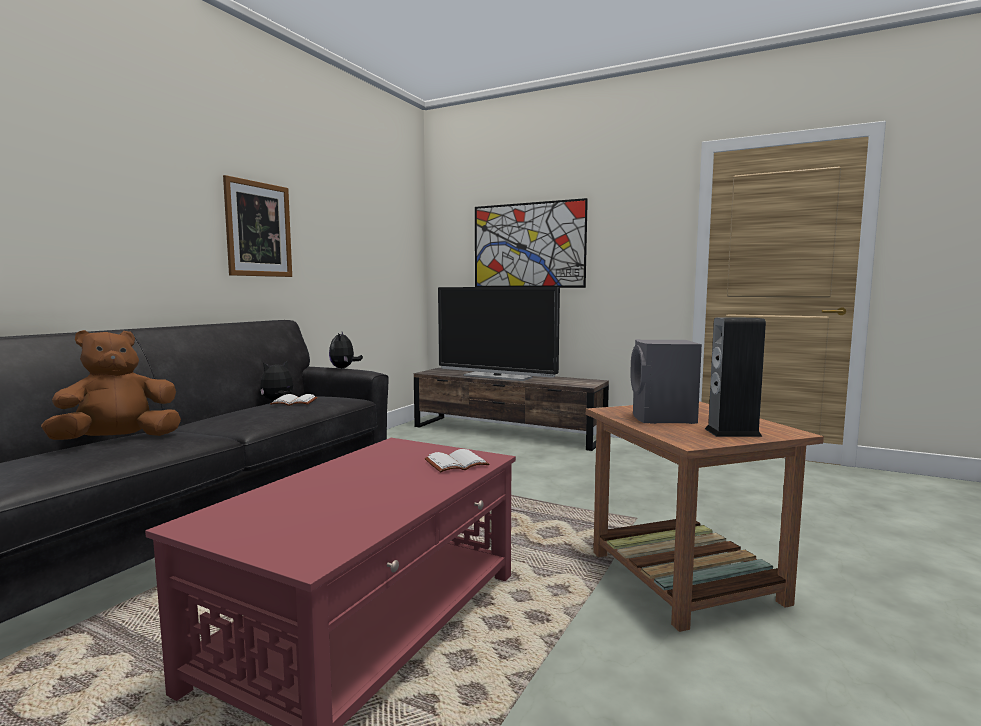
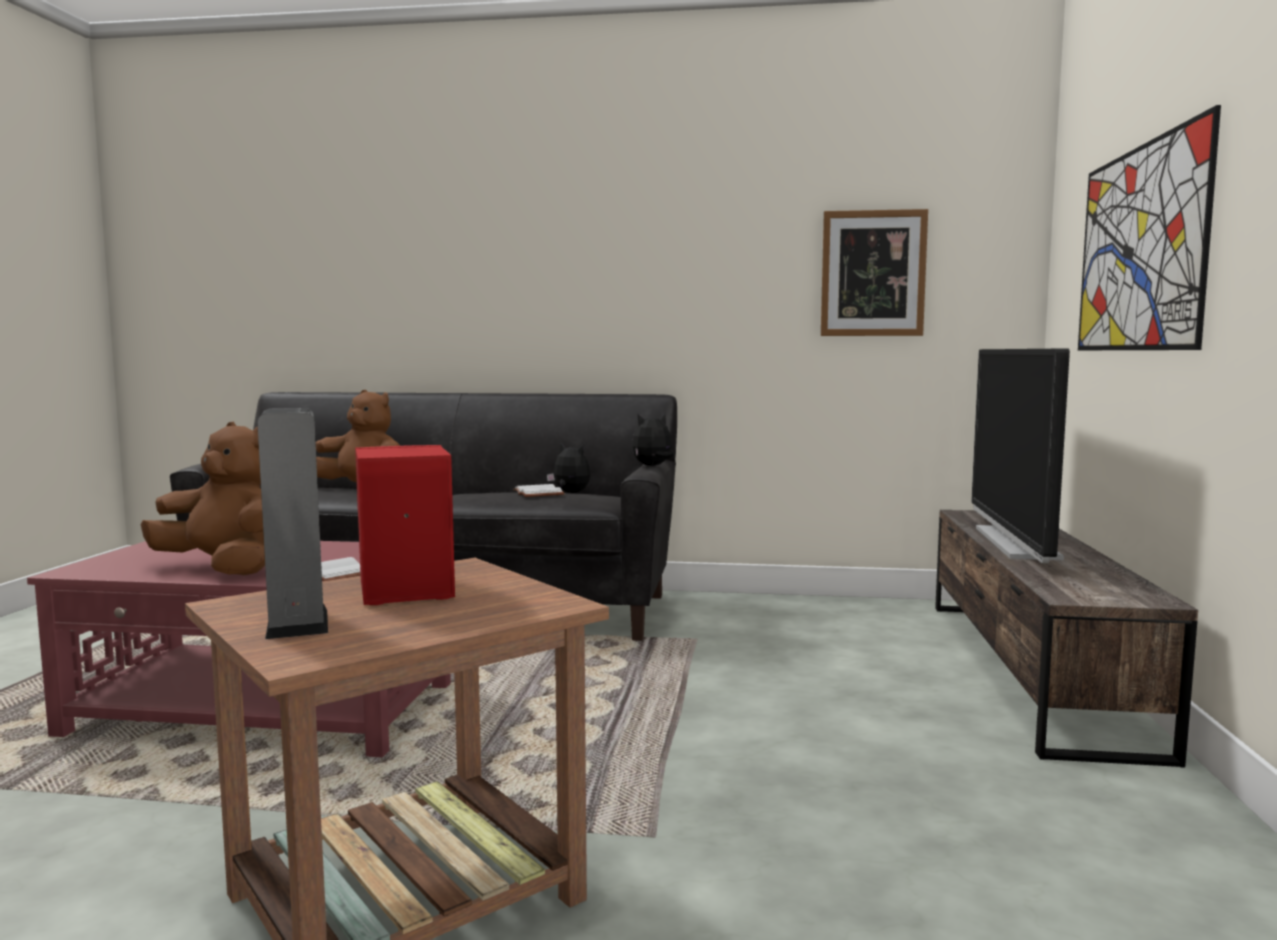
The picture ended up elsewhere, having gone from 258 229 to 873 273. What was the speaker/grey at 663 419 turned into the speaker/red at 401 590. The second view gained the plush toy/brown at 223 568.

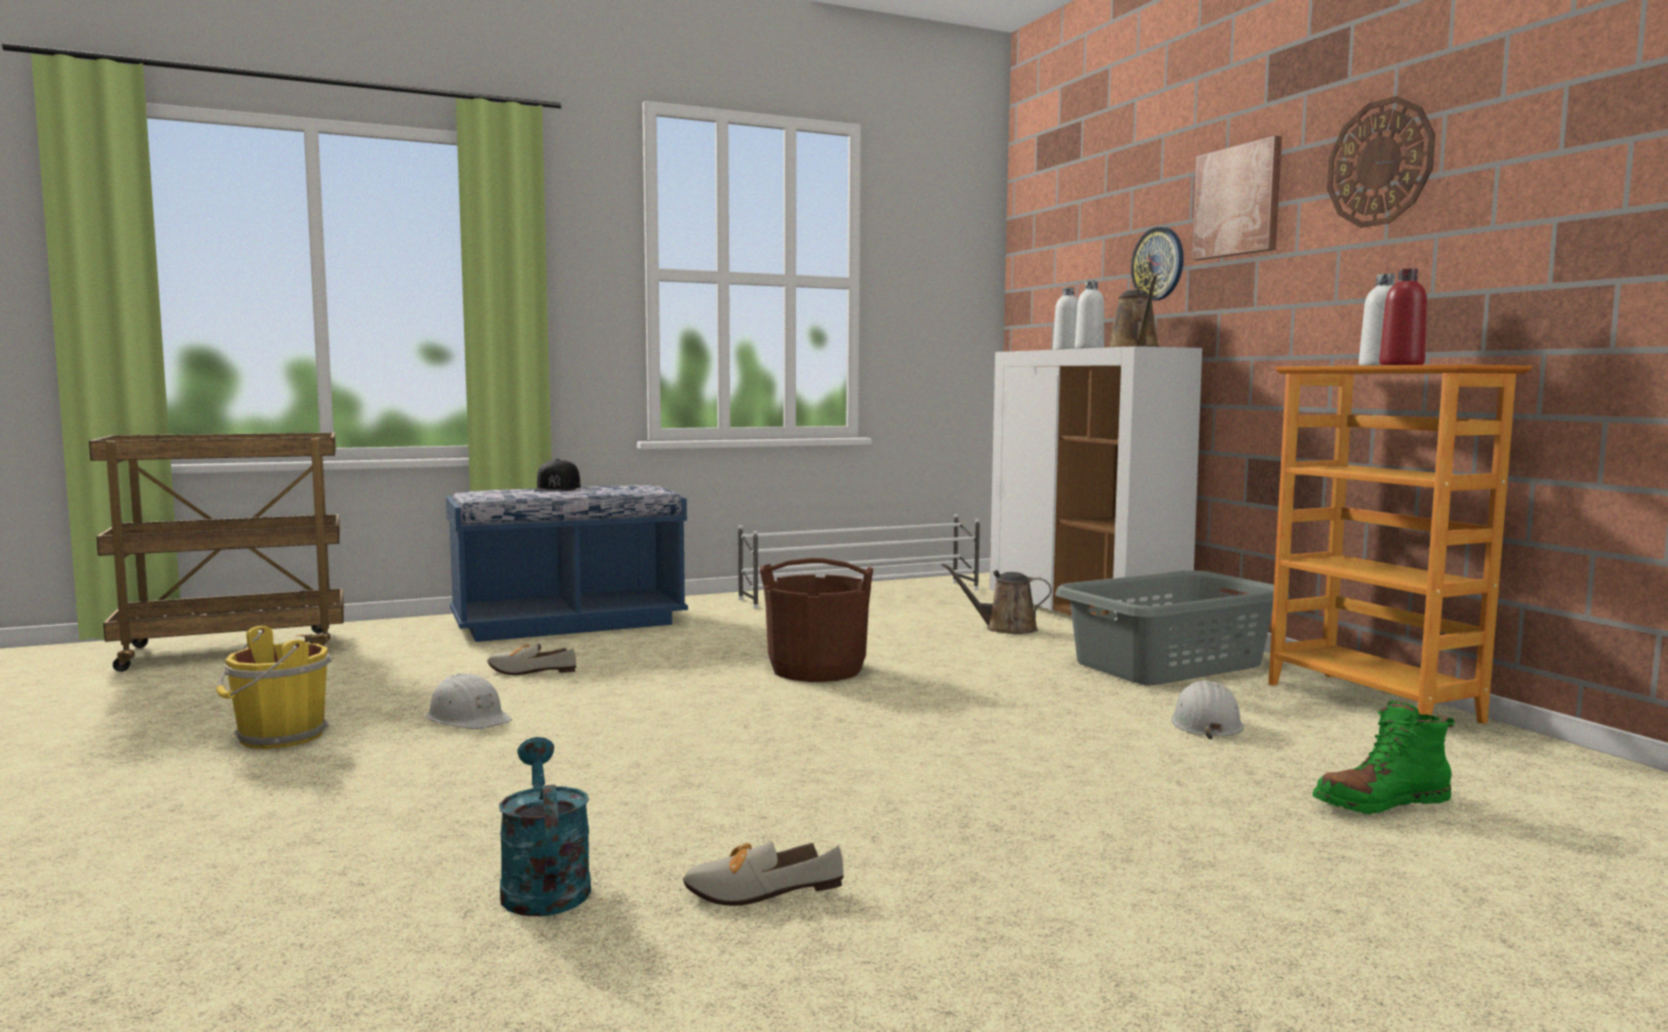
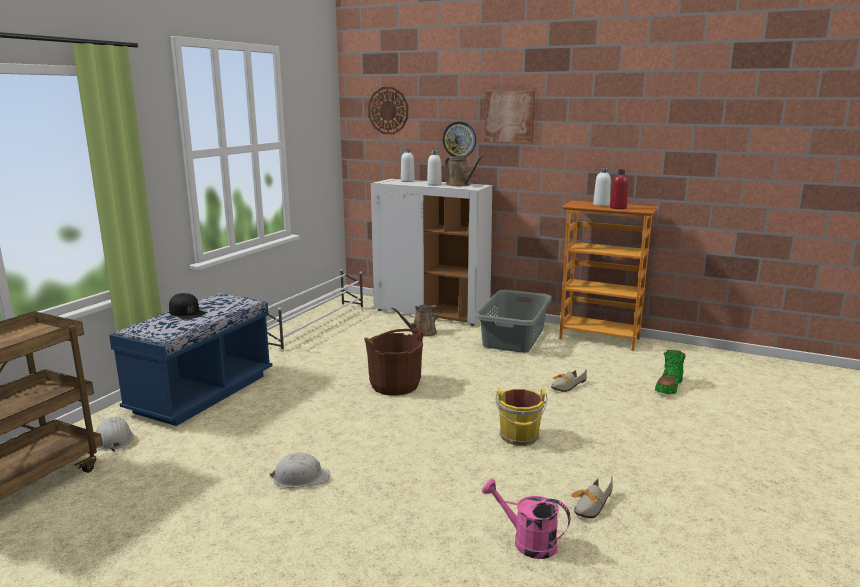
The wall clock ended up elsewhere, having gone from 1380 163 to 388 110. The bucket/yellow ended up elsewhere, having gone from 278 737 to 519 437. The shoe ended up elsewhere, having gone from 528 671 to 565 386. The hard hat/white ended up elsewhere, having gone from 1205 724 to 113 439. What was the watering can/turquoise at 543 885 turned into the watering can/pink at 527 542.

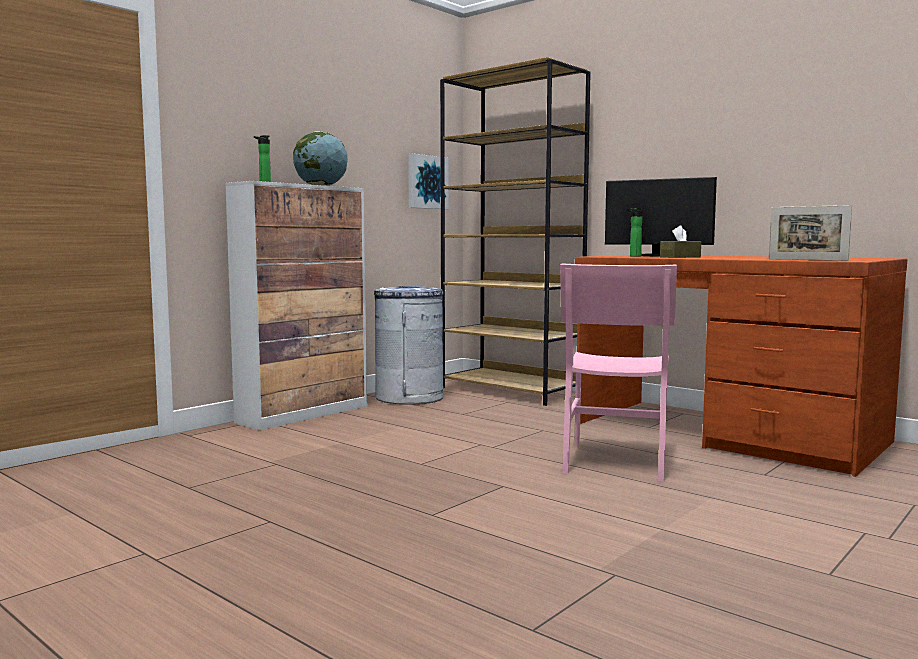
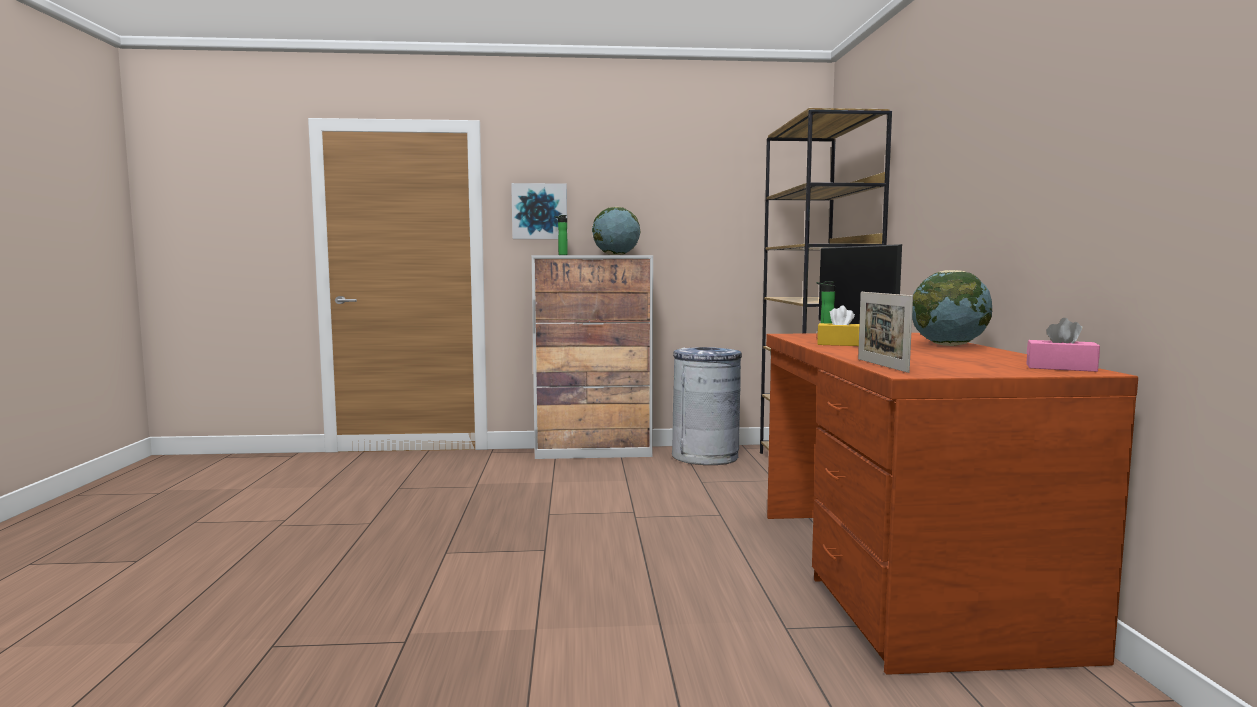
The picture ended up elsewhere, having gone from 426 182 to 539 211. What was the tissue box/brown at 680 257 turned into the tissue box/yellow at 841 344. The second view lost the chair/pink at 615 460. The second view gained the globe at 948 345. The second view gained the tissue box/pink at 1060 368.

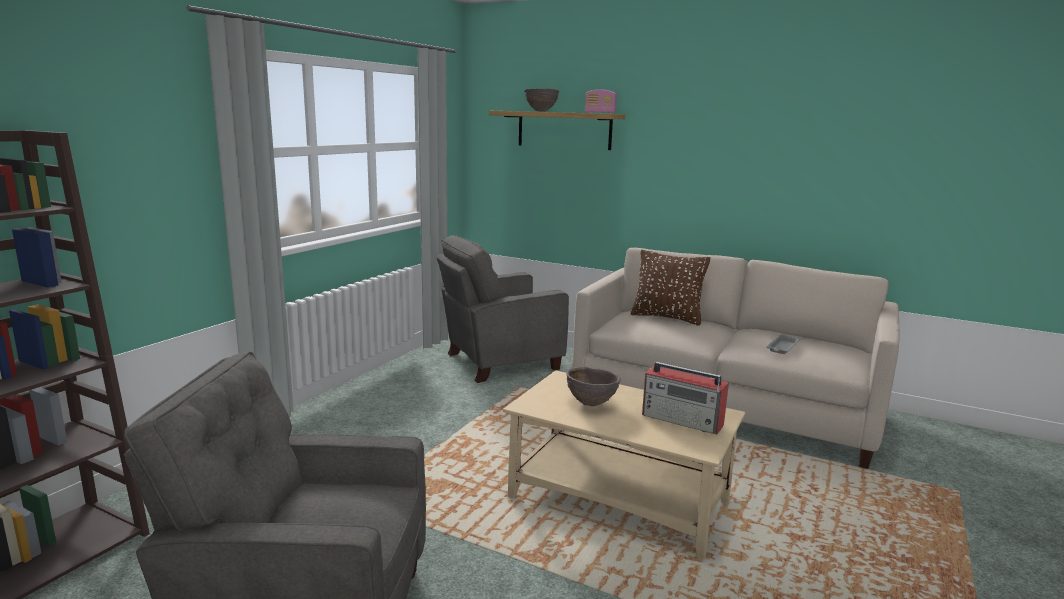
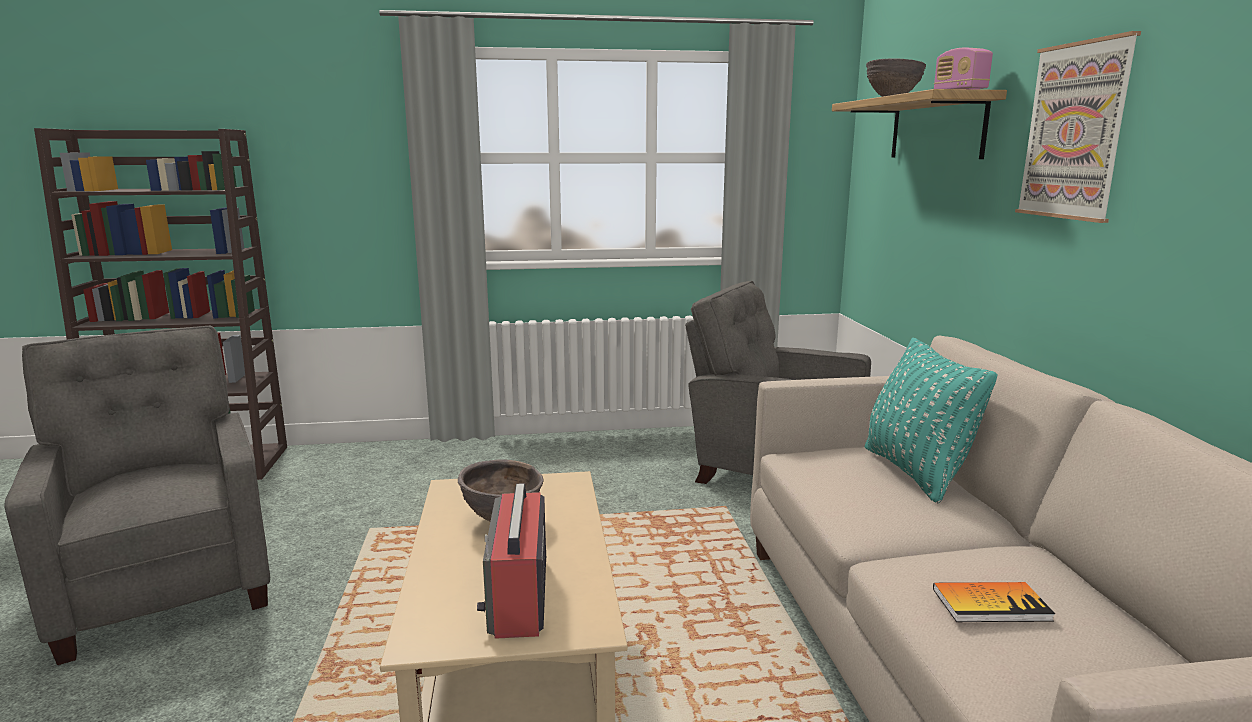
What was the pillow/brown at 667 317 turned into the pillow/turquoise at 915 472. Where the tray/grey stood at 782 347, the book came to stand at 991 604. The second view gained the picture at 1075 131.

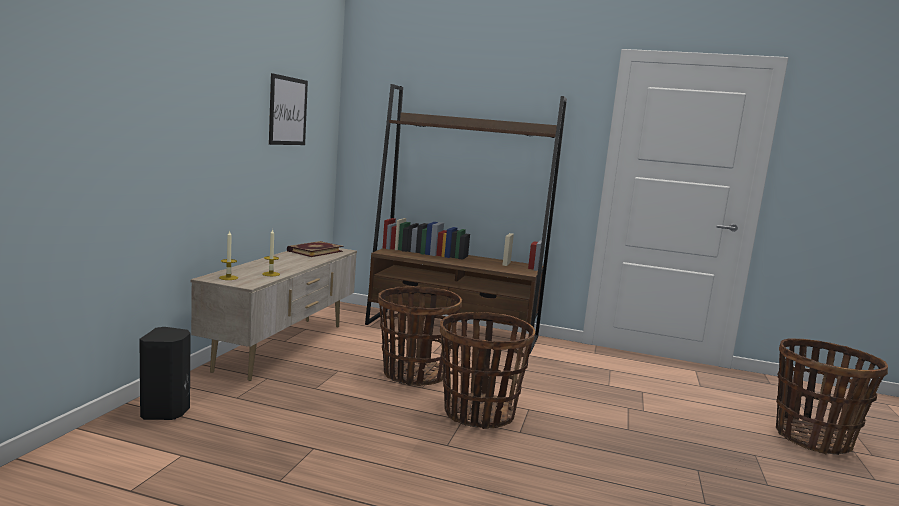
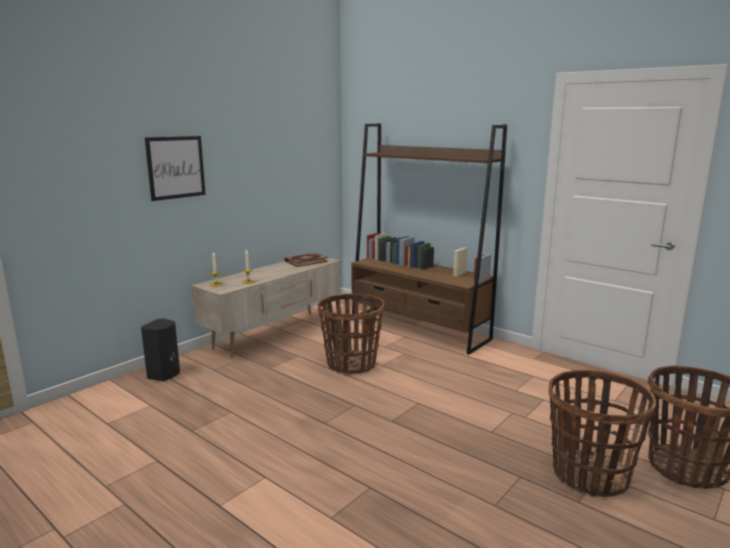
The picture ended up elsewhere, having gone from 288 111 to 176 167. The basket ended up elsewhere, having gone from 478 413 to 589 475.

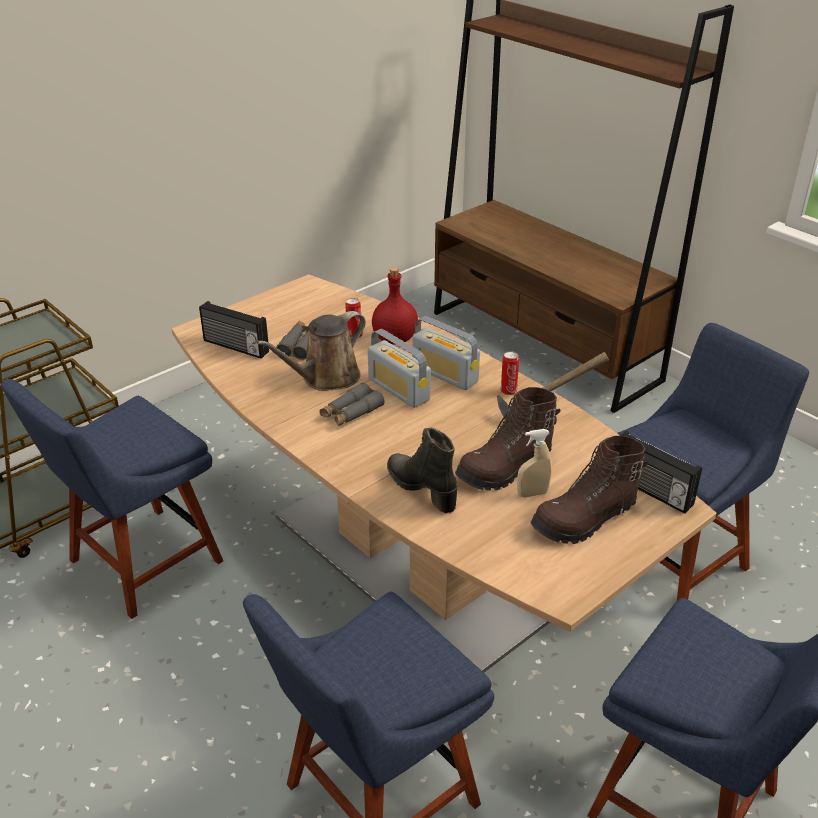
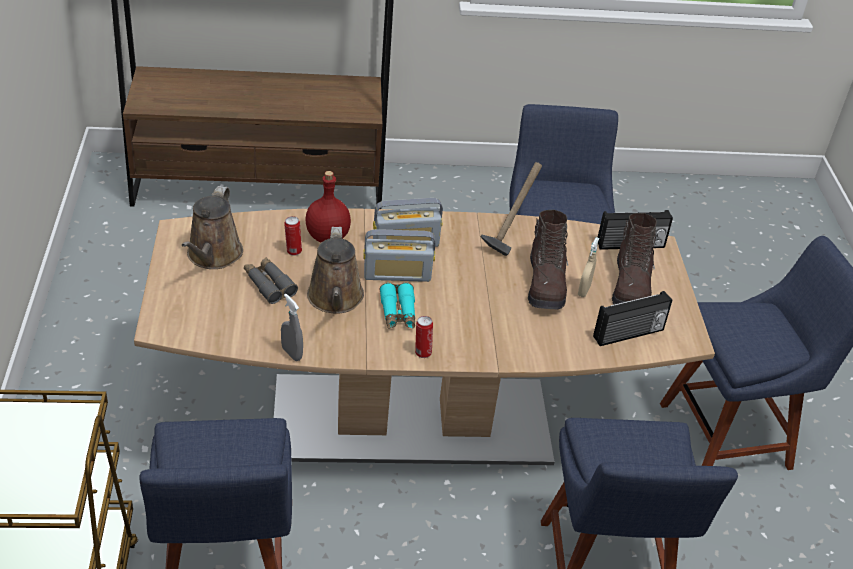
The radio ended up elsewhere, having gone from 235 347 to 629 334. The can ended up elsewhere, having gone from 508 391 to 422 352. What was the binoculars/grey at 351 412 turned into the binoculars/turquoise at 398 313. The second view lost the boot/black at 422 489. The second view gained the watering can/brown at 213 256. The second view gained the spray bottle/grey at 291 353.

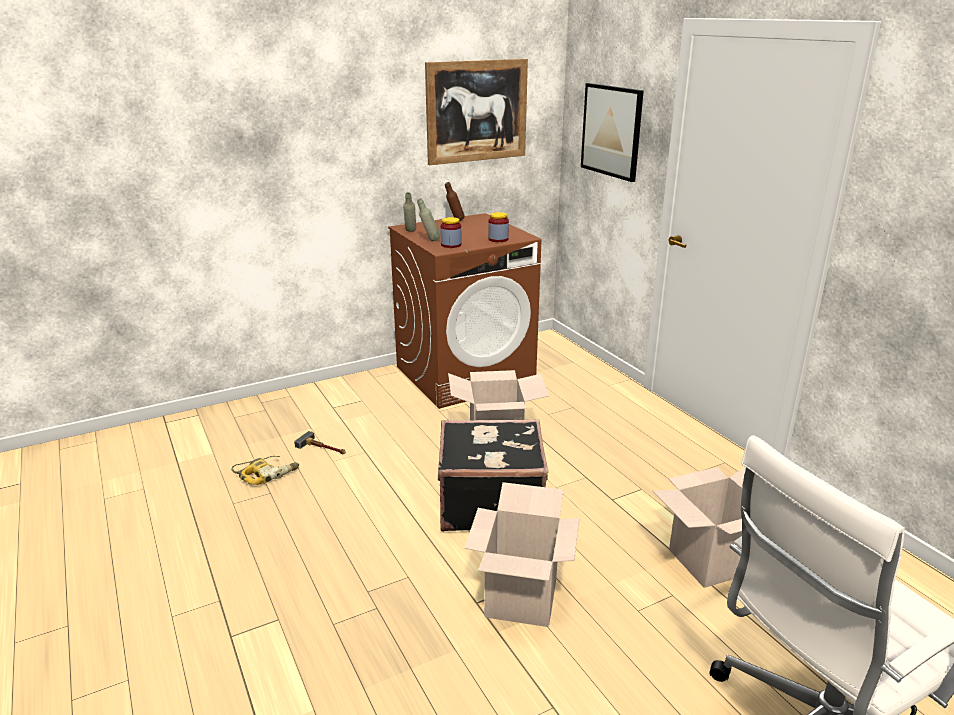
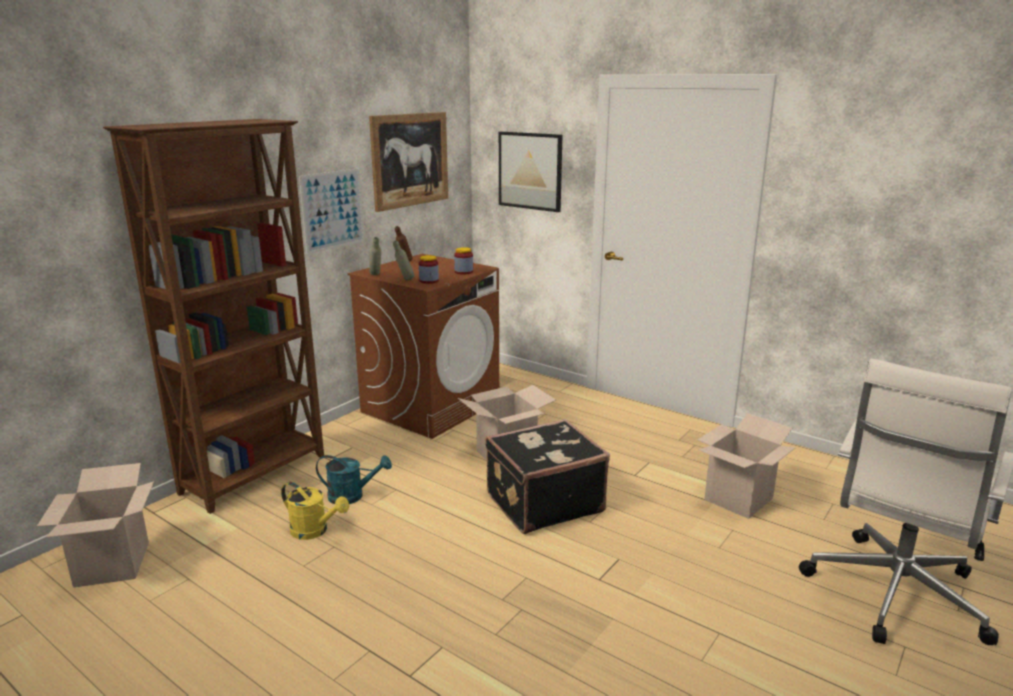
Where the hammer stood at 323 448, the watering can/turquoise came to stand at 352 496. Where the power drill stood at 267 473, the watering can/yellow came to stand at 314 531. The cardboard box ended up elsewhere, having gone from 521 598 to 112 565. The second view gained the bookcase/brown at 256 474. The second view gained the picture at 333 210.

